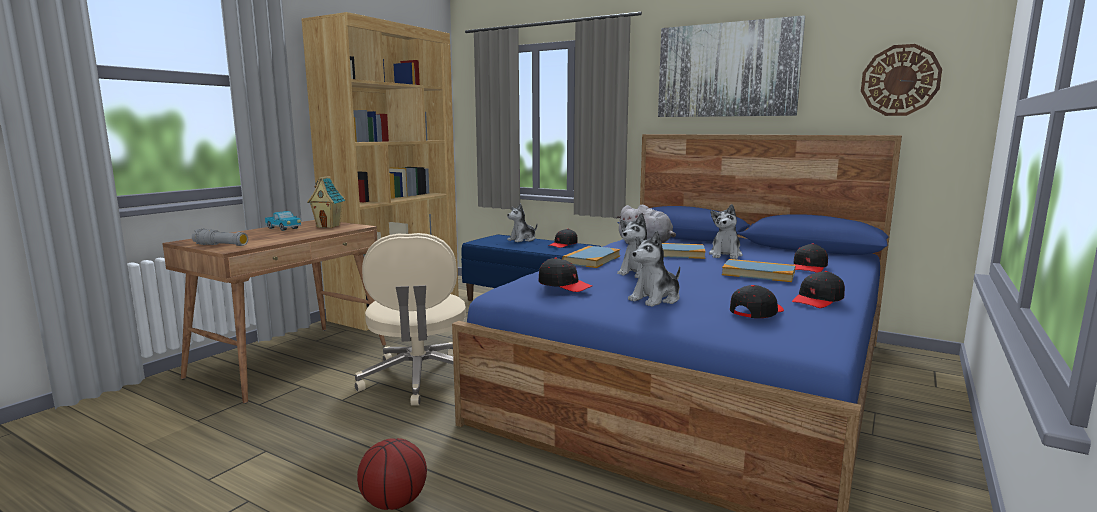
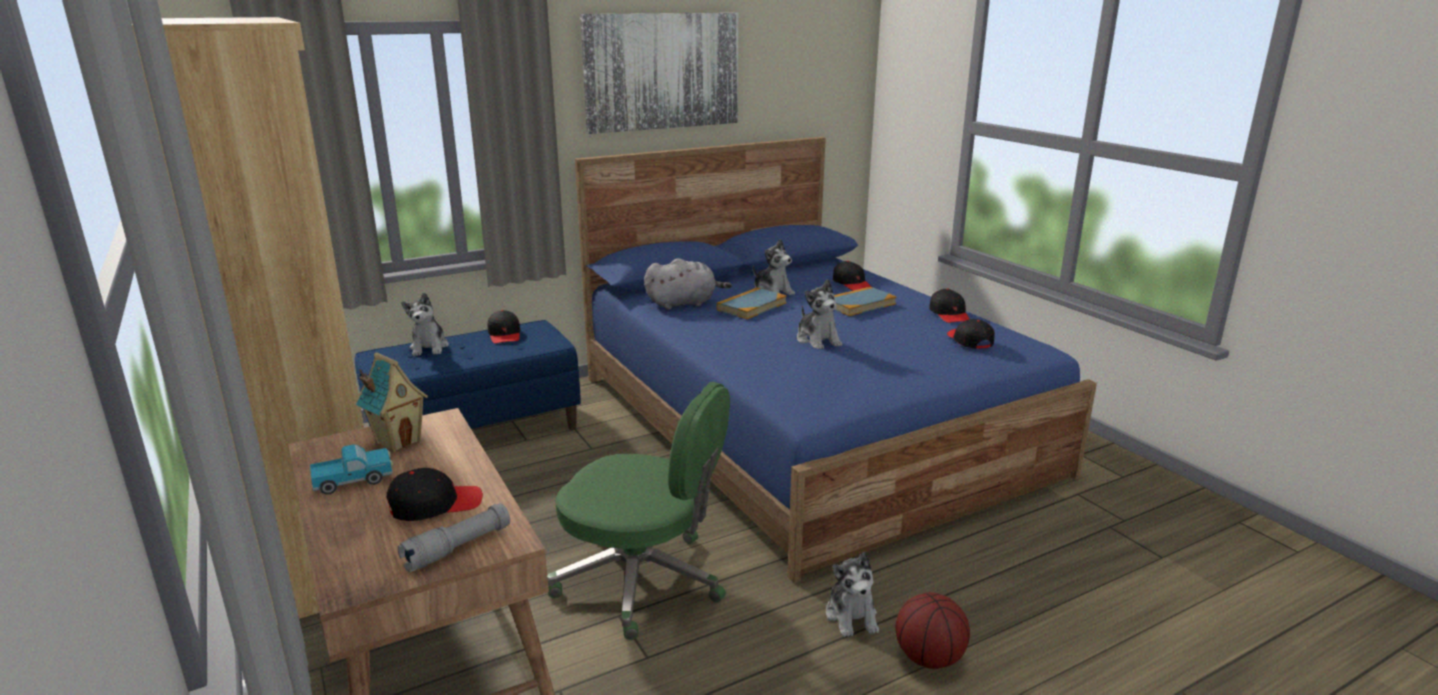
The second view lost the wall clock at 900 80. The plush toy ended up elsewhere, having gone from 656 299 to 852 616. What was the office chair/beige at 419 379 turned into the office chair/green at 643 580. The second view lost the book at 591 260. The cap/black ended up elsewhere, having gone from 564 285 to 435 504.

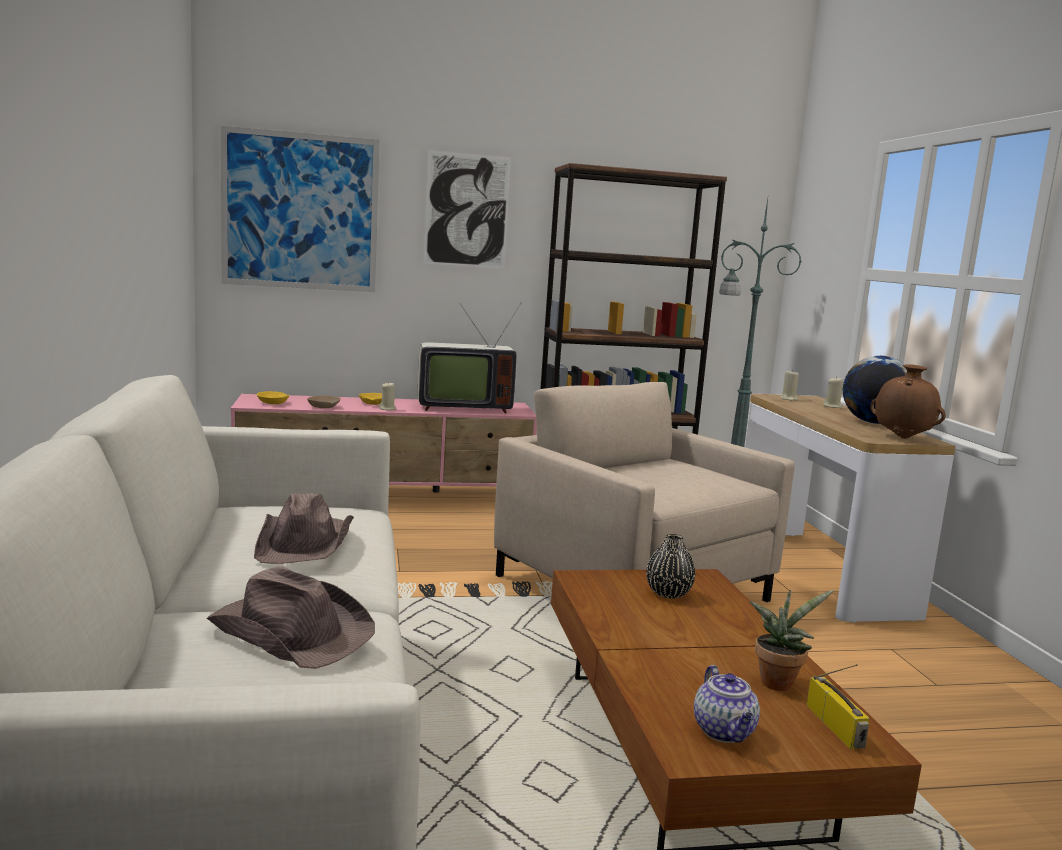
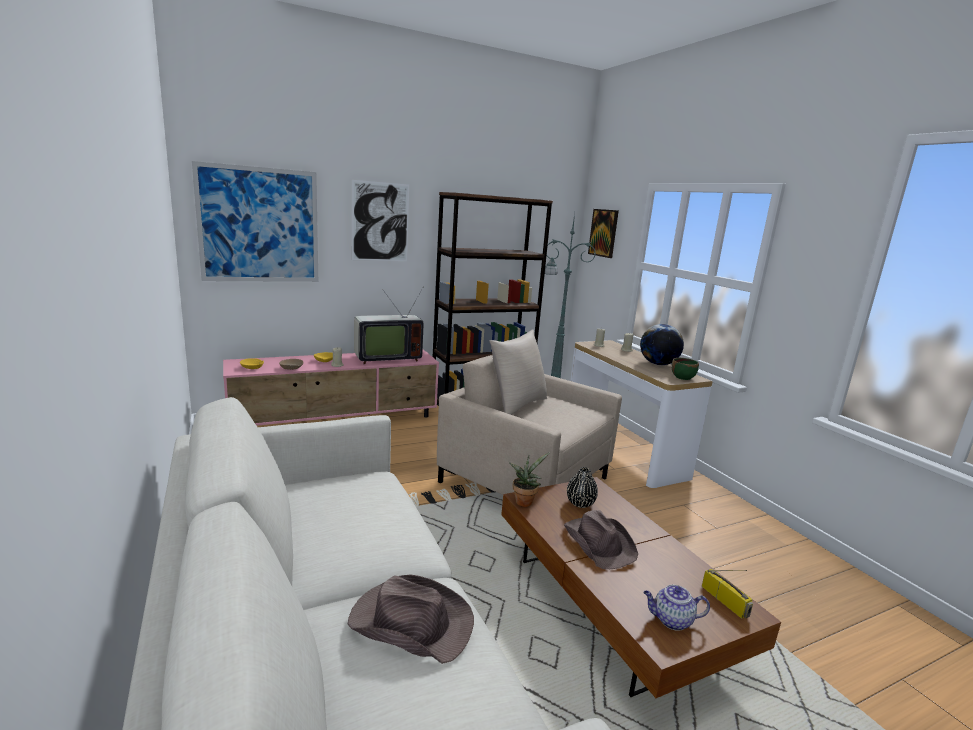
Where the vase/brown stood at 903 438, the bowl/green came to stand at 683 377. The hat/brown ended up elsewhere, having gone from 305 542 to 599 543. The potted plant ended up elsewhere, having gone from 778 681 to 524 501. The teapot at 725 732 ended up facing another way, 120 degrees clockwise from before. The second view gained the picture at 603 233. The second view gained the pillow/beige at 517 405.

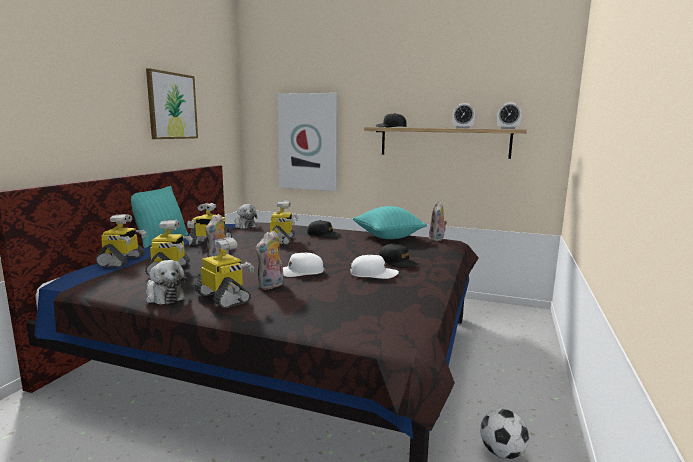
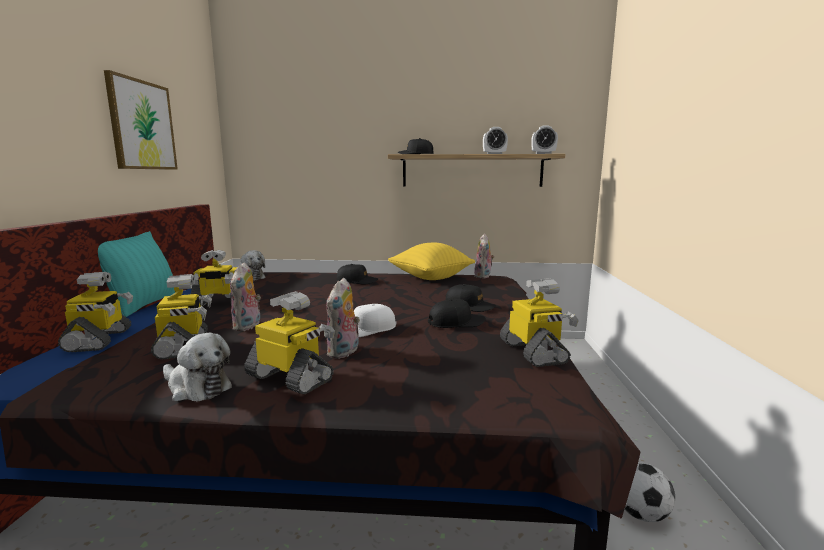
The second view lost the picture at 308 142. The toy robot ended up elsewhere, having gone from 282 240 to 534 352. What was the pillow/turquoise at 388 237 turned into the pillow/yellow at 430 278. What was the cap/white at 373 274 turned into the cap/black at 456 323.

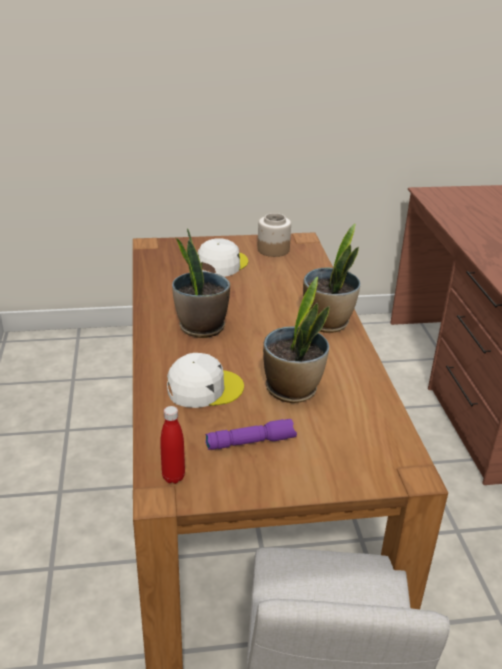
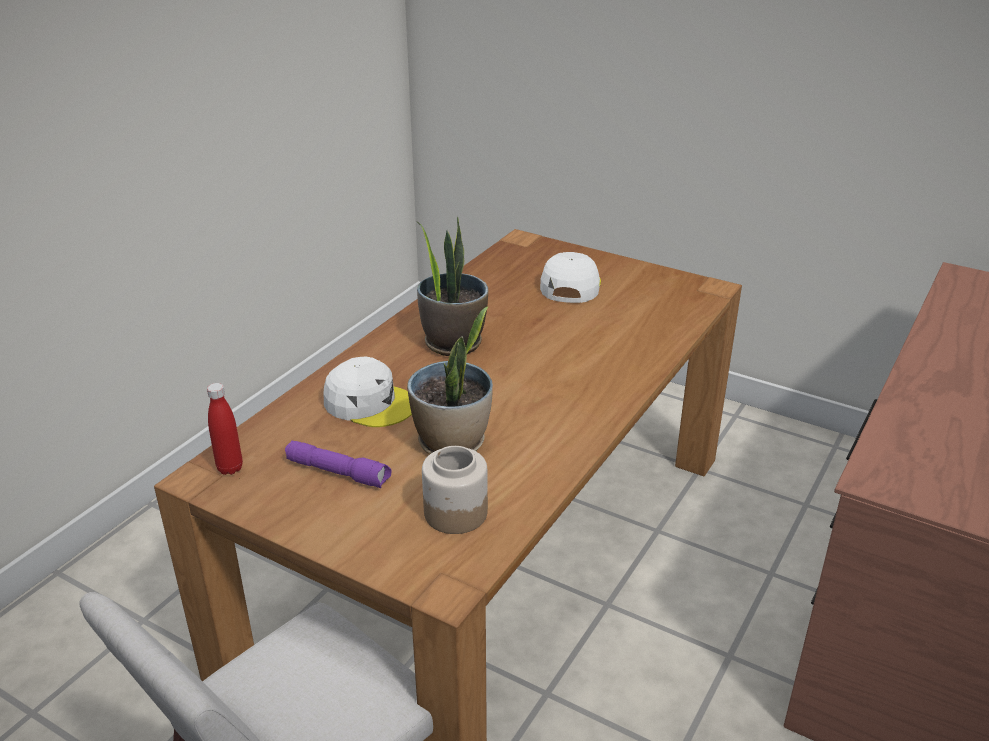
The jar ended up elsewhere, having gone from 273 250 to 455 513. The second view lost the potted plant at 327 323. The cap/white at 221 264 ended up facing another way, 60 degrees counterclockwise from before.

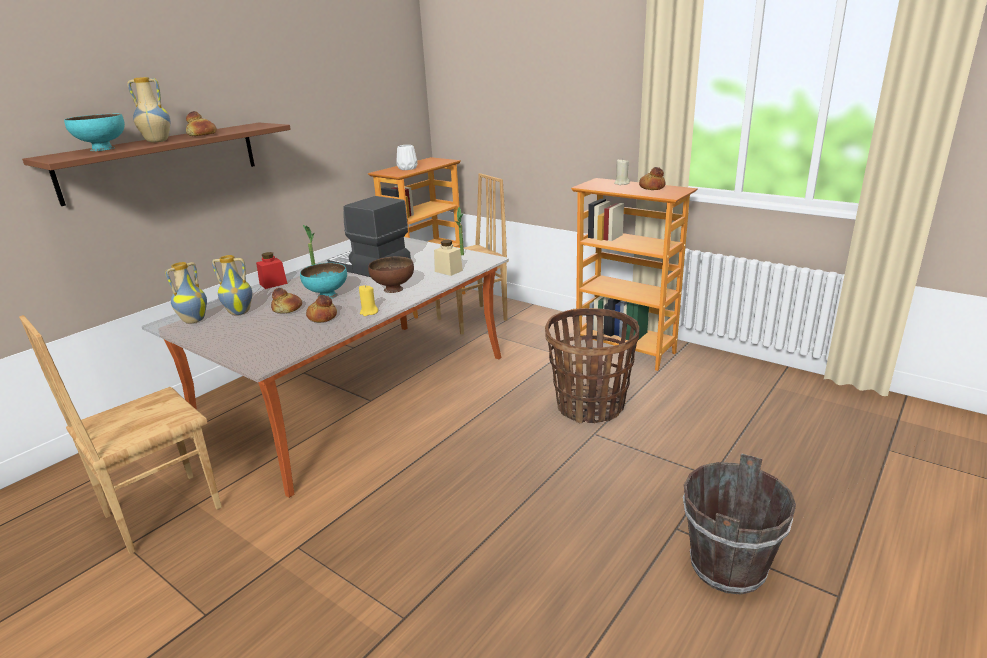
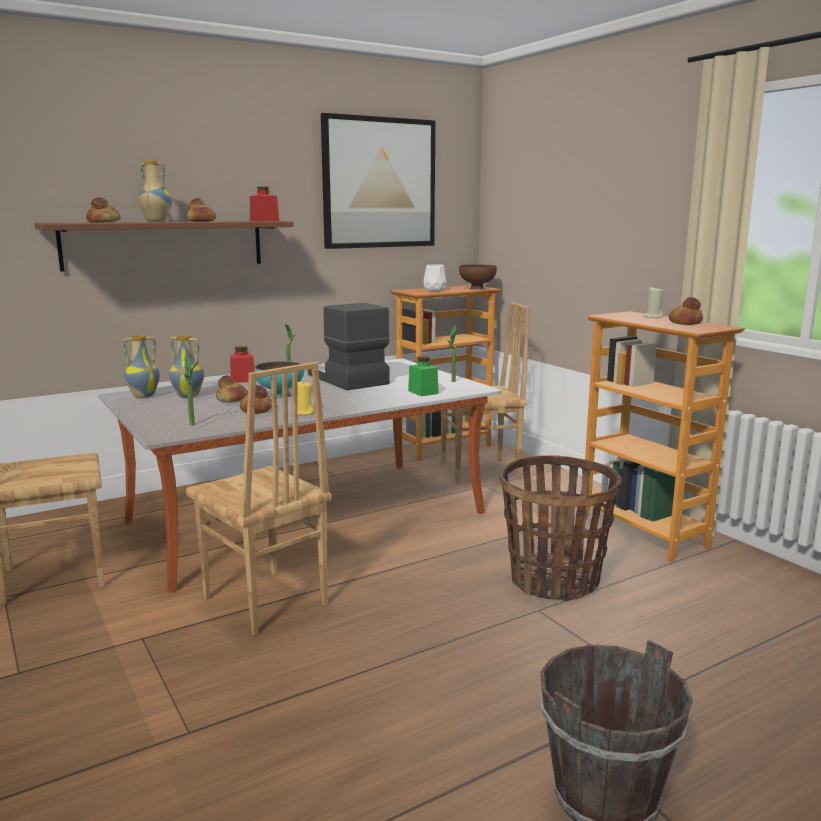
Where the bowl/turquoise stood at 103 149, the bread came to stand at 104 222. What was the jar/beige at 448 271 turned into the jar/green at 423 392. The bowl/brown ended up elsewhere, having gone from 394 289 to 477 288. The second view gained the picture at 379 183. The second view gained the jar/red at 264 221. The second view gained the potted plant at 194 426. The second view gained the chair/brown at 264 602.

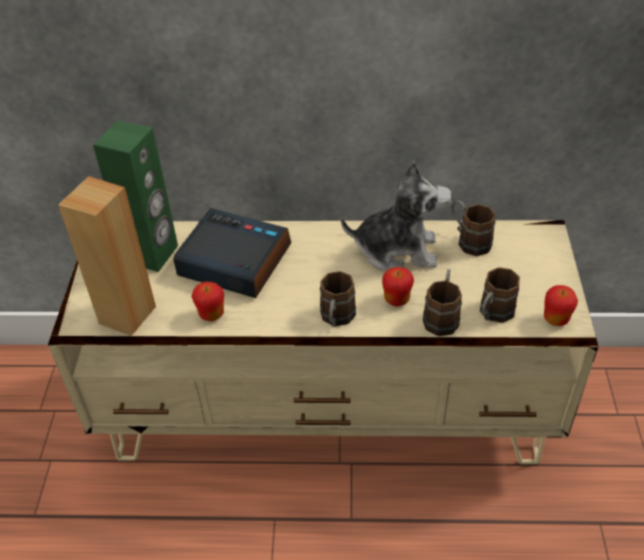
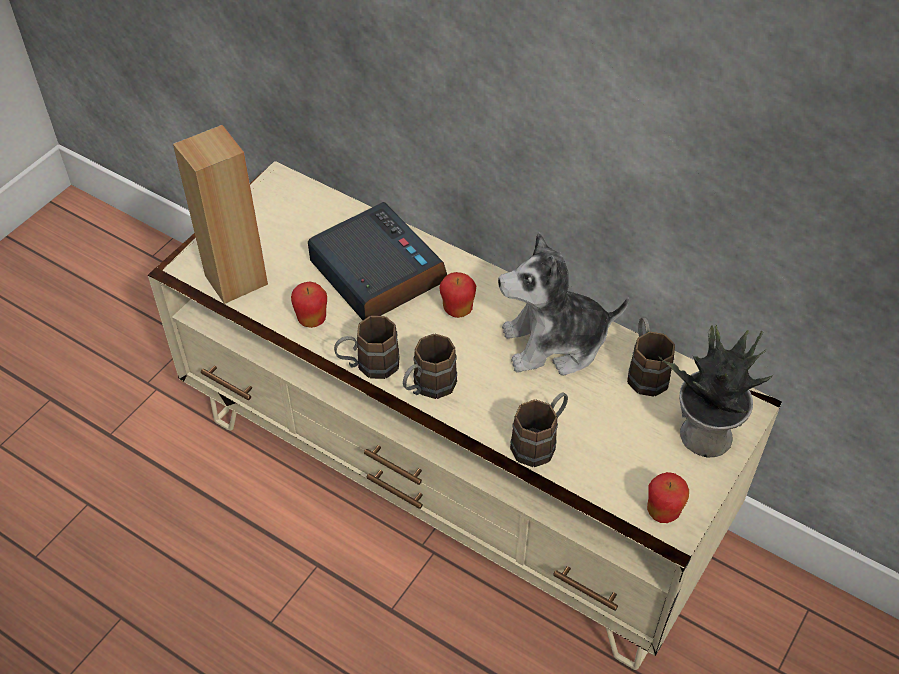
The second view lost the speaker/green at 153 254. The plush toy at 397 250 ended up facing another way, 135 degrees clockwise from before. The apple ended up elsewhere, having gone from 396 300 to 457 310. The mug/brown ended up elsewhere, having gone from 493 314 to 368 365. The second view gained the potted plant at 704 436.

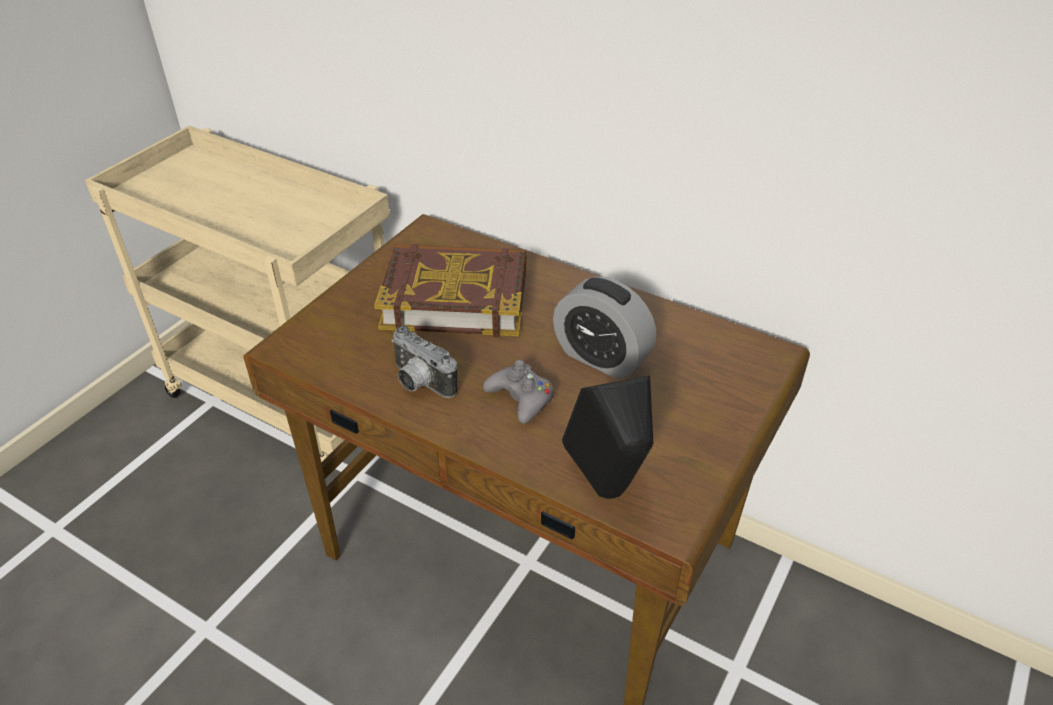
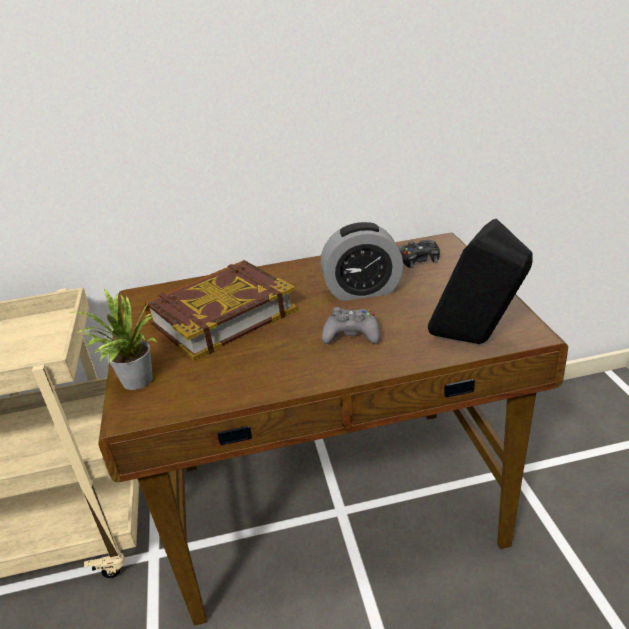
The second view lost the photo camera at 419 383. The second view gained the game controller/black at 417 259. The second view gained the potted plant at 133 382.

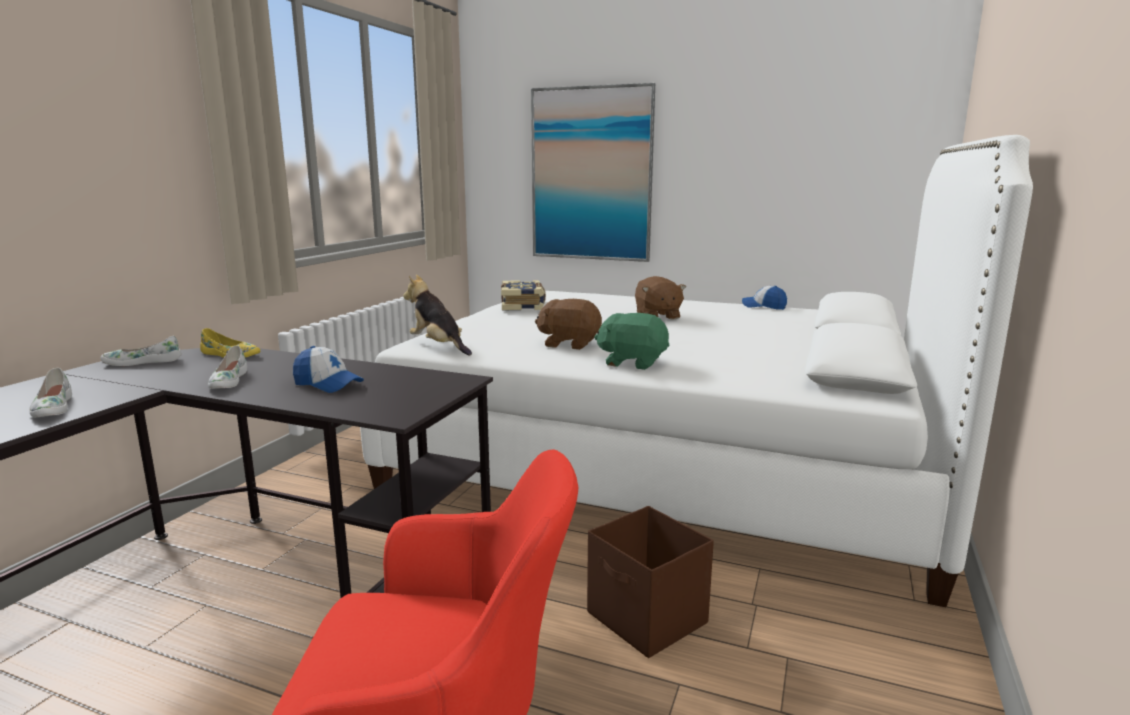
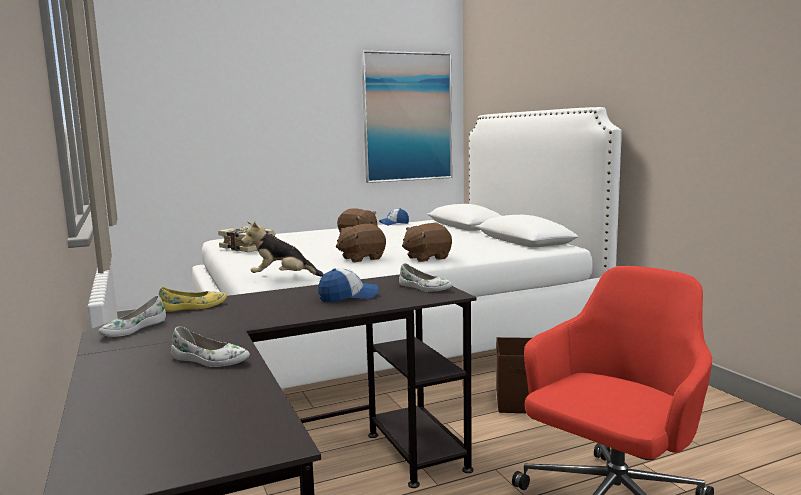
The picture ended up elsewhere, having gone from 591 174 to 407 117. What was the plush toy/green at 632 362 turned into the plush toy/brown at 427 258. The shoe/white ended up elsewhere, having gone from 228 381 to 424 288.

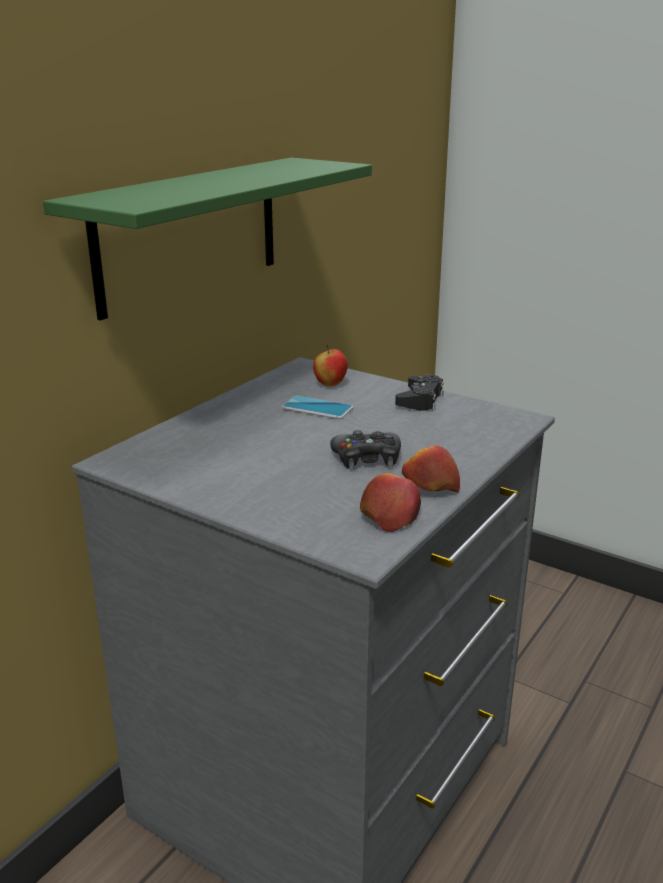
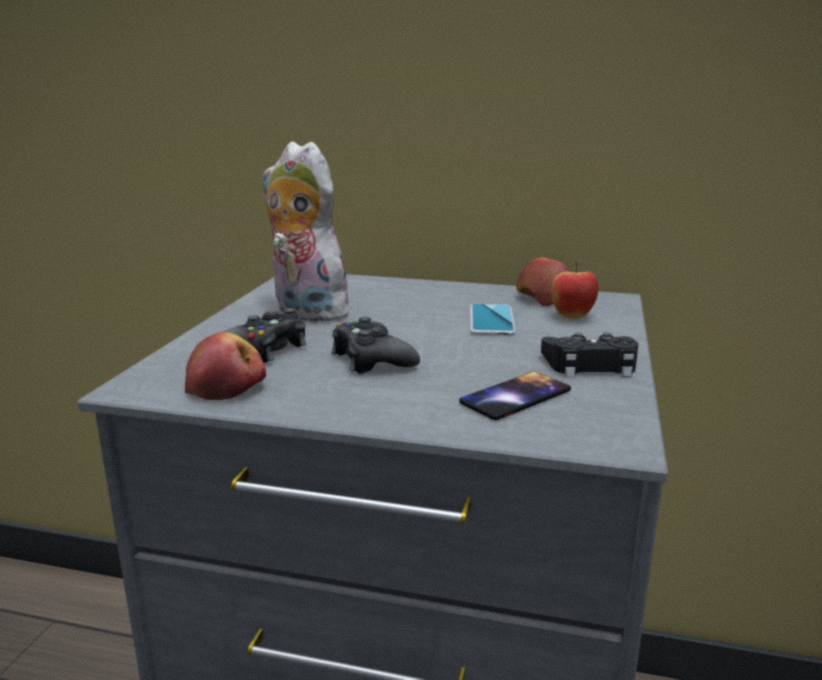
The second view lost the shelf/green at 190 233. The apple ended up elsewhere, having gone from 429 485 to 542 297. The second view gained the plush toy at 304 312. The second view gained the game controller/black at 264 349. The second view gained the phone at 515 396.

